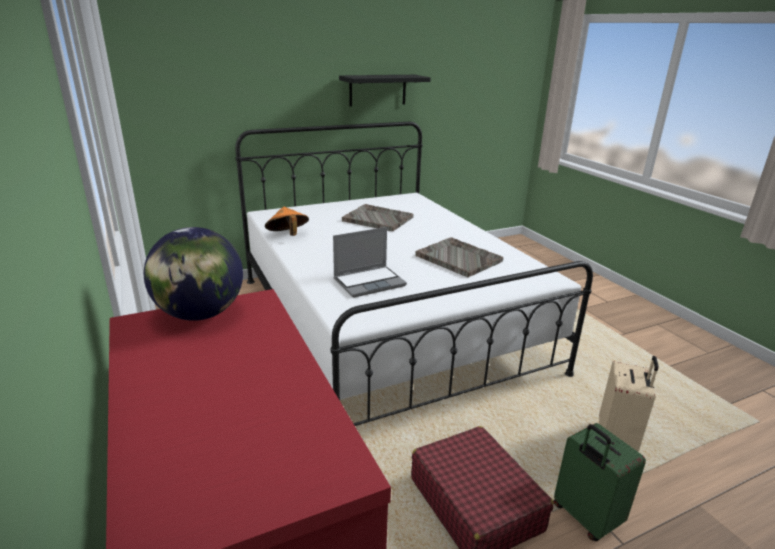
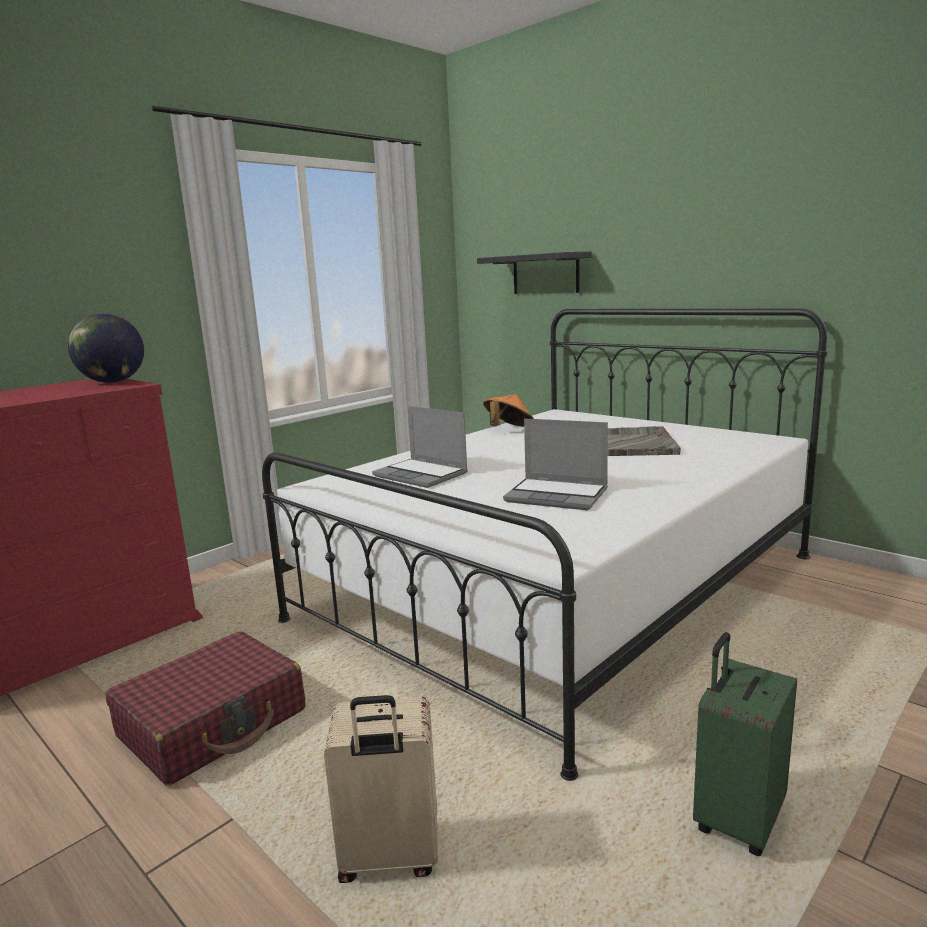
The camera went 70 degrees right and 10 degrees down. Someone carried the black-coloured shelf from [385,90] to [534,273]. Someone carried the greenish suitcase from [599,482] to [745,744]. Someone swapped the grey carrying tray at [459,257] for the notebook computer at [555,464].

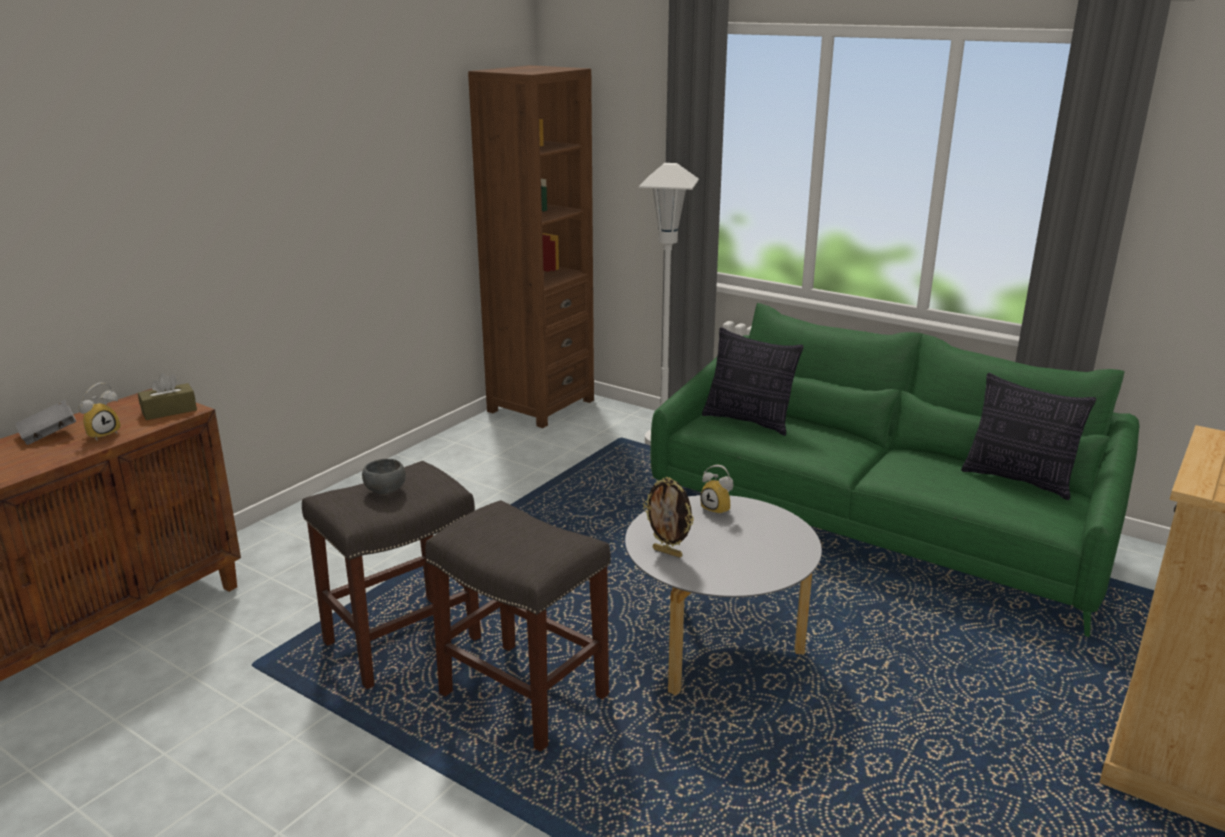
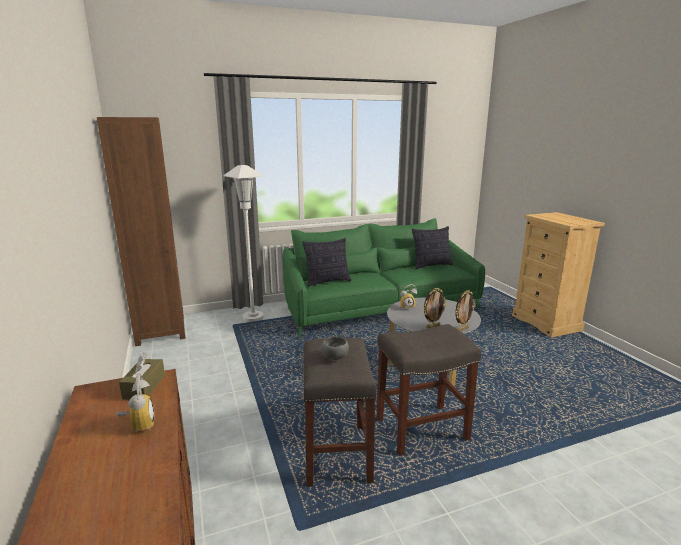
The camera went 55 degrees left and 5 degrees down. Someone took away the grey bound book at [46,422]. Someone put down the picture frame at [465,310].

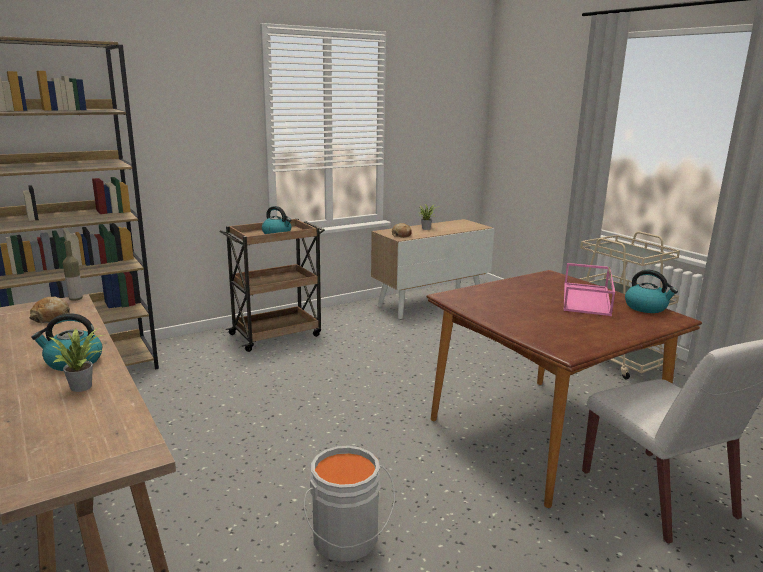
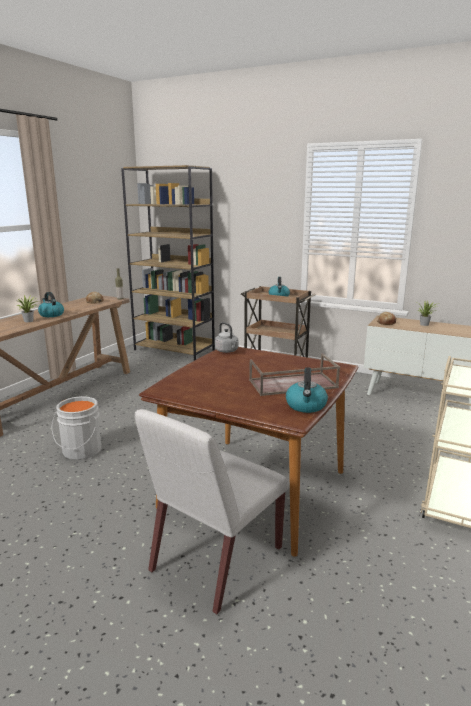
The camera went 60 degrees right and 0 degrees up. Someone put down the grey water kettle at [226,337]. Someone repainted the pink carrying tray at [589,289], which became the brown-coloured carrying tray at [294,375].

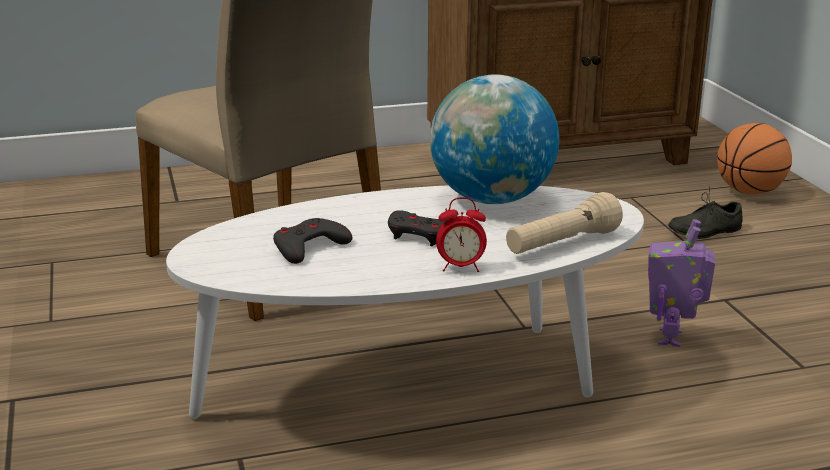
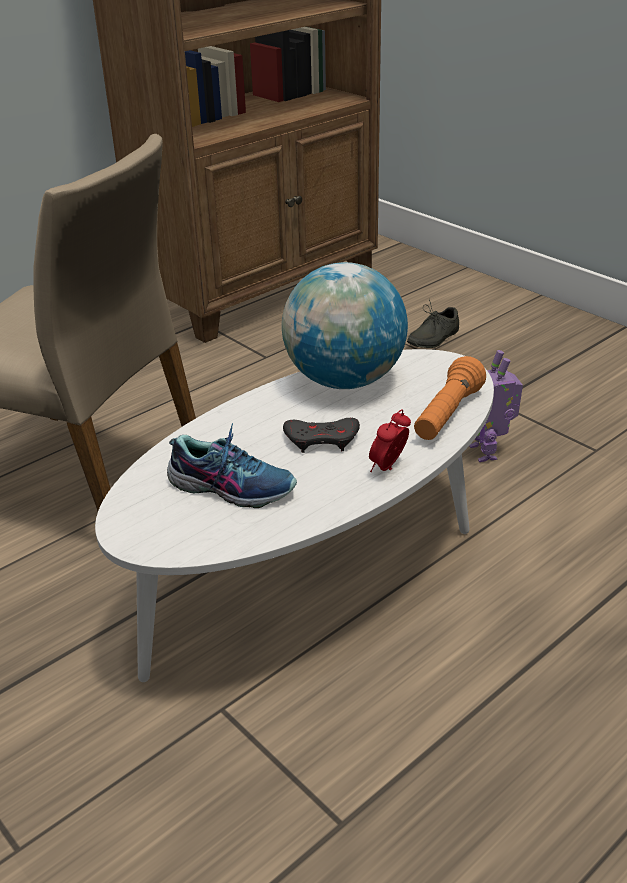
The camera went 25 degrees left and 10 degrees up. Someone took away the basketball ball at [754,158]. Someone swapped the grey joypad at [312,241] for the low shoe at [232,465]. Someone repainted the sand-coloured flashlight at [564,223], which became the orange flashlight at [450,398]. Someone rotated the table clock at [461,234] by 150 degrees clockwise.

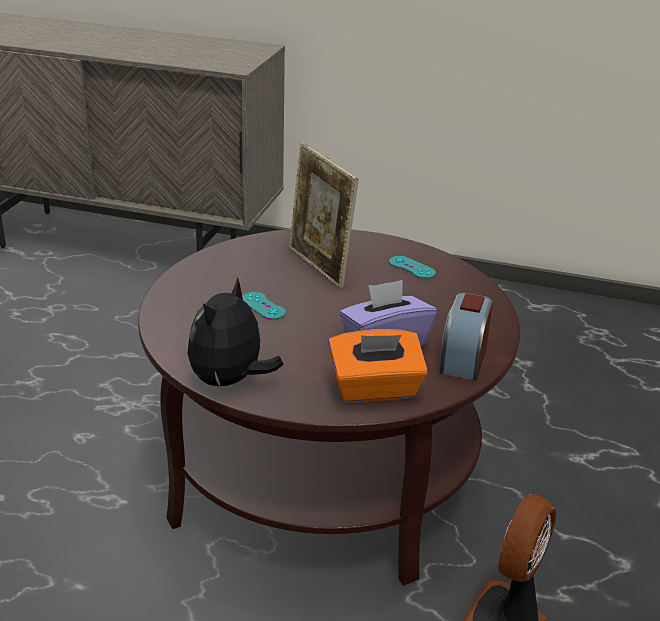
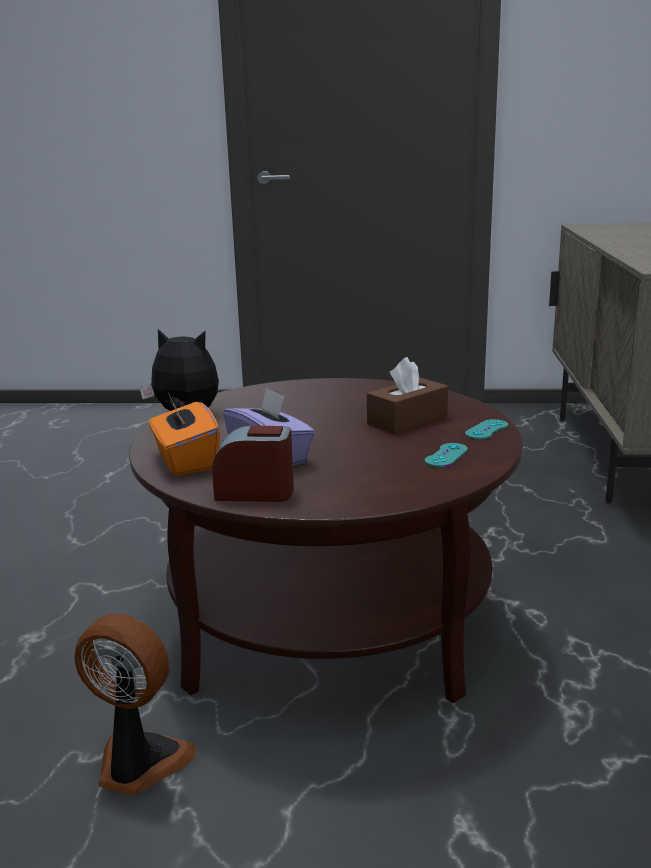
The camera went 80 degrees right and 10 degrees down. Someone carried the blue-green joypad from [264,306] to [486,429]. Someone swapped the picture frame at [324,216] for the brown-coloured box of tissues at [407,395].

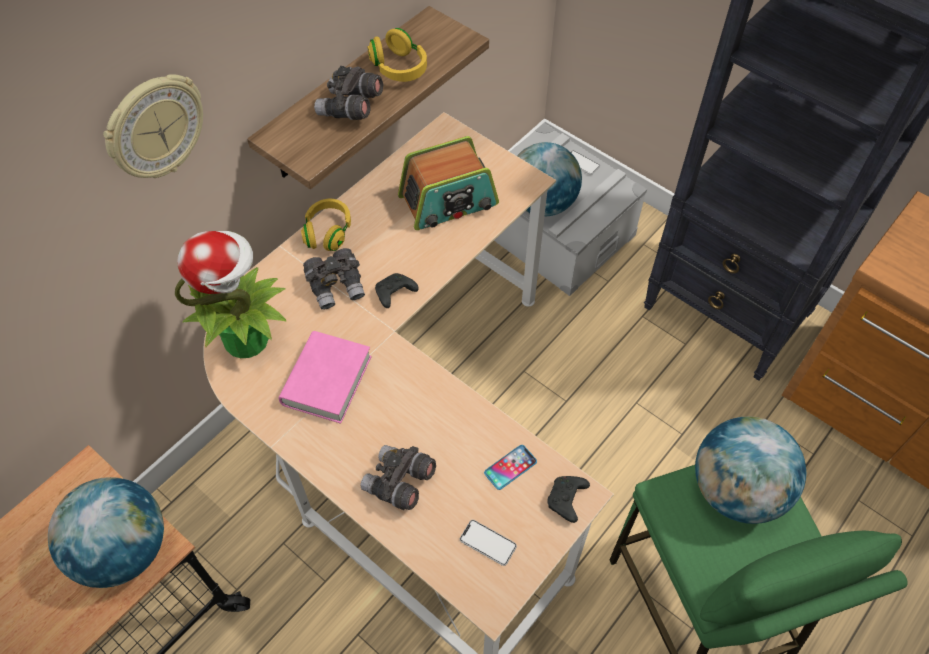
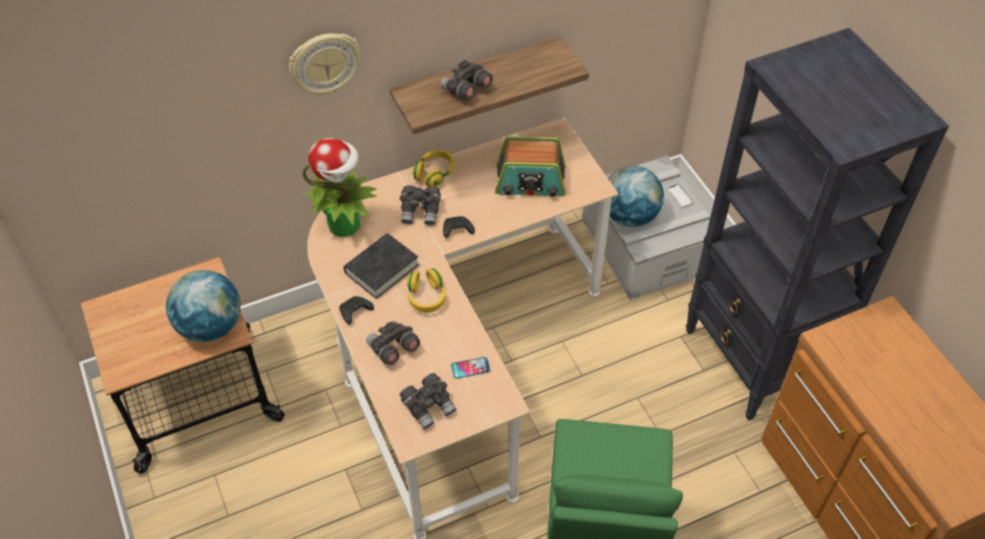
The camera went 25 degrees right and 5 degrees down. Someone took away the globe at [751,470]. Someone carried the yellowish headphones from [397,55] to [426,291]. Someone carried the black-coloured joypad from [568,499] to [356,310]. Someone swapped the phone at [488,543] for the grey binoculars at [428,401]. Someone repainted the pink bound book at [325,377], which became the black-coloured bound book at [381,266].

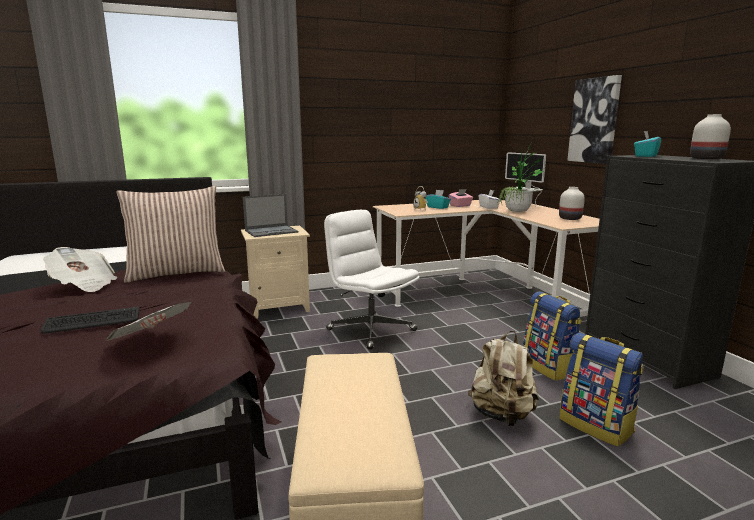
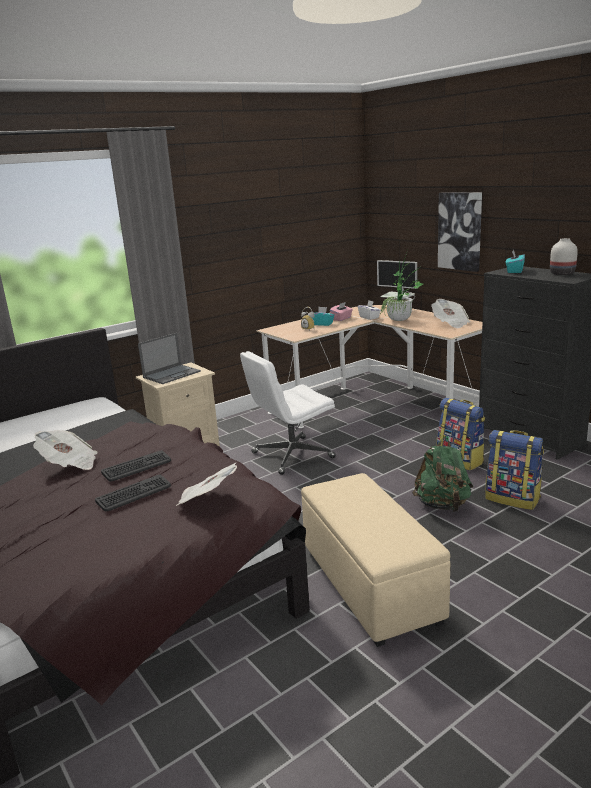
The camera went 15 degrees left and 5 degrees up. Someone took away the pillow at [170,234]. Someone put down the PC keyboard at [136,465]. Someone swapped the whitish vase at [572,203] for the daily paper at [451,314]. Someone repainted the sand-coloured knapsack at [503,378], which became the greenish knapsack at [442,474]. Someone rotated the whitish desk chair at [372,279] by 60 degrees counterclockwise.

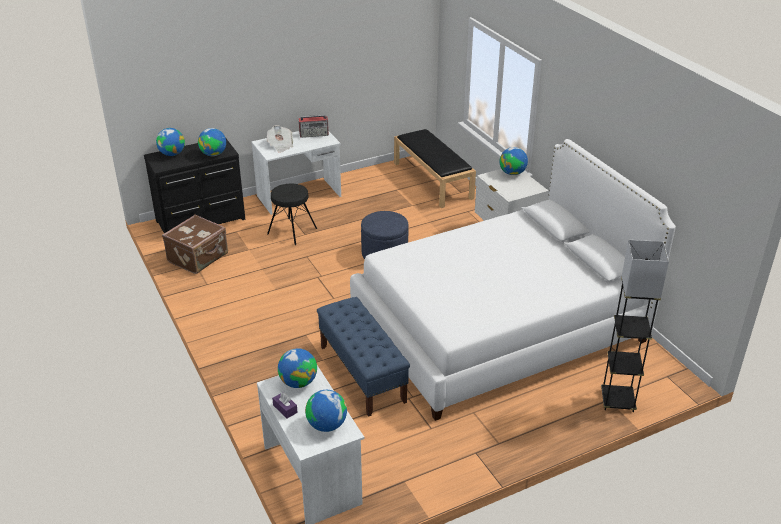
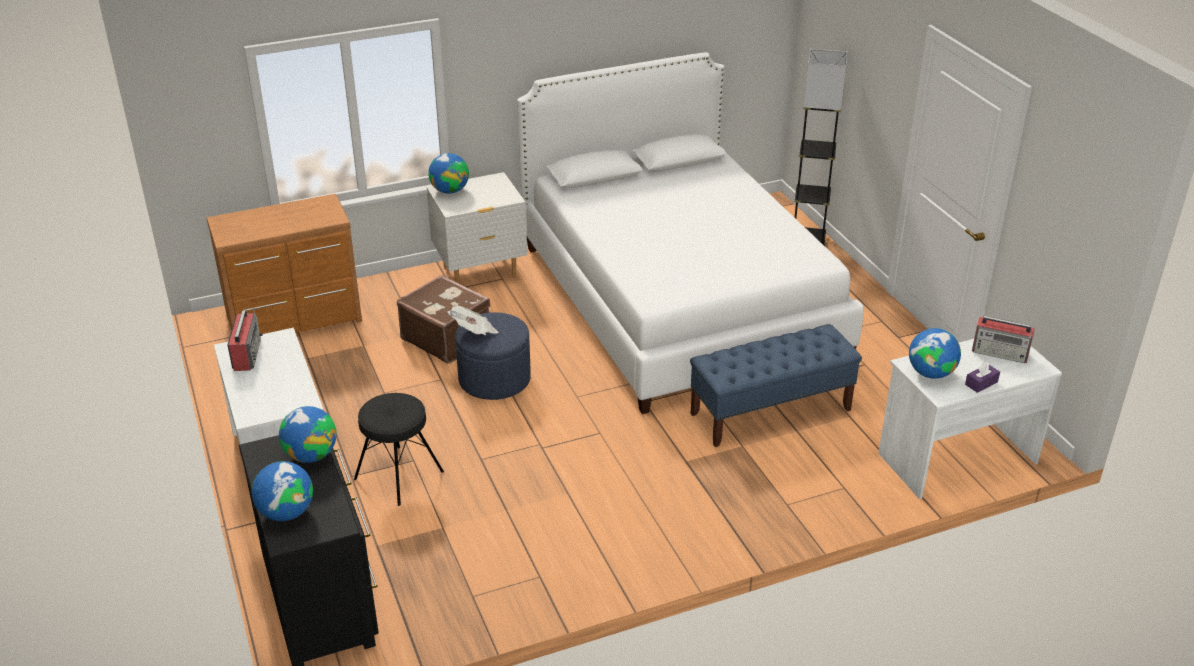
The camera went 85 degrees left and 0 degrees up. Someone carried the brown-coloured suitcase from [195,244] to [443,319]. Someone carried the daily paper from [280,139] to [473,320]. Someone swapped the globe at [326,411] for the radio receiver at [1003,339]. Someone swapped the black-coloured long seat at [435,168] for the brown-coloured drawer chest at [284,264].

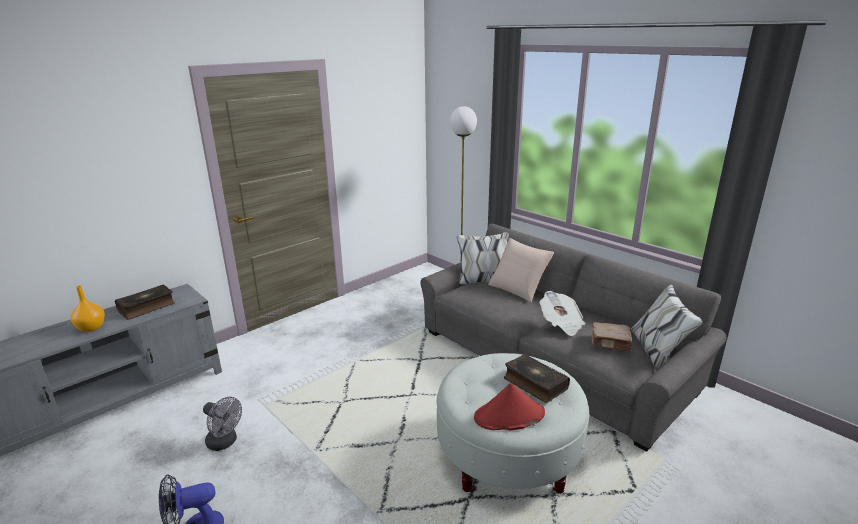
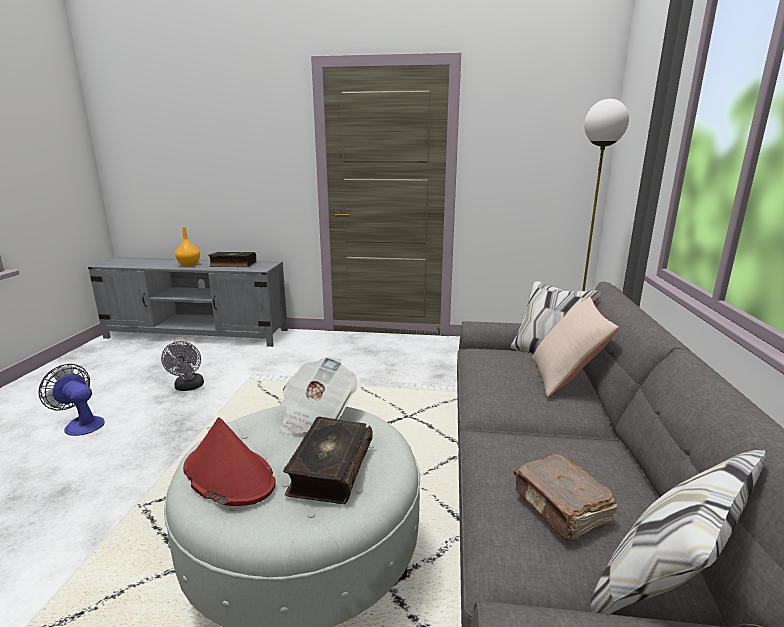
The camera went 50 degrees right and 5 degrees down. Someone carried the daily paper from [563,313] to [318,395].

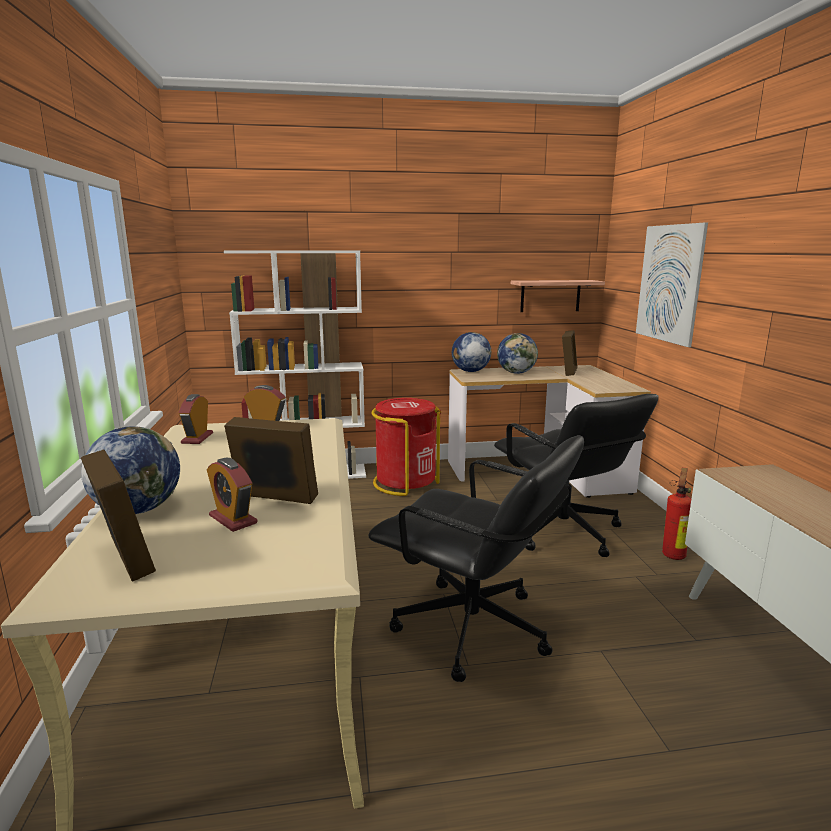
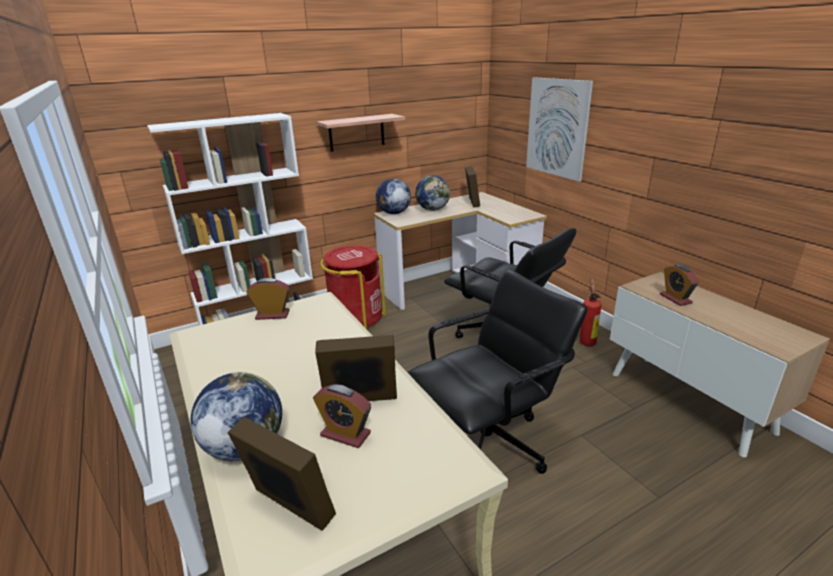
The camera went 20 degrees left and 10 degrees up. Someone carried the table clock from [196,419] to [679,285]. Someone carried the shelf from [558,296] to [361,133]. Someone rotated the black-coloured desk chair at [476,558] by 45 degrees counterclockwise.

